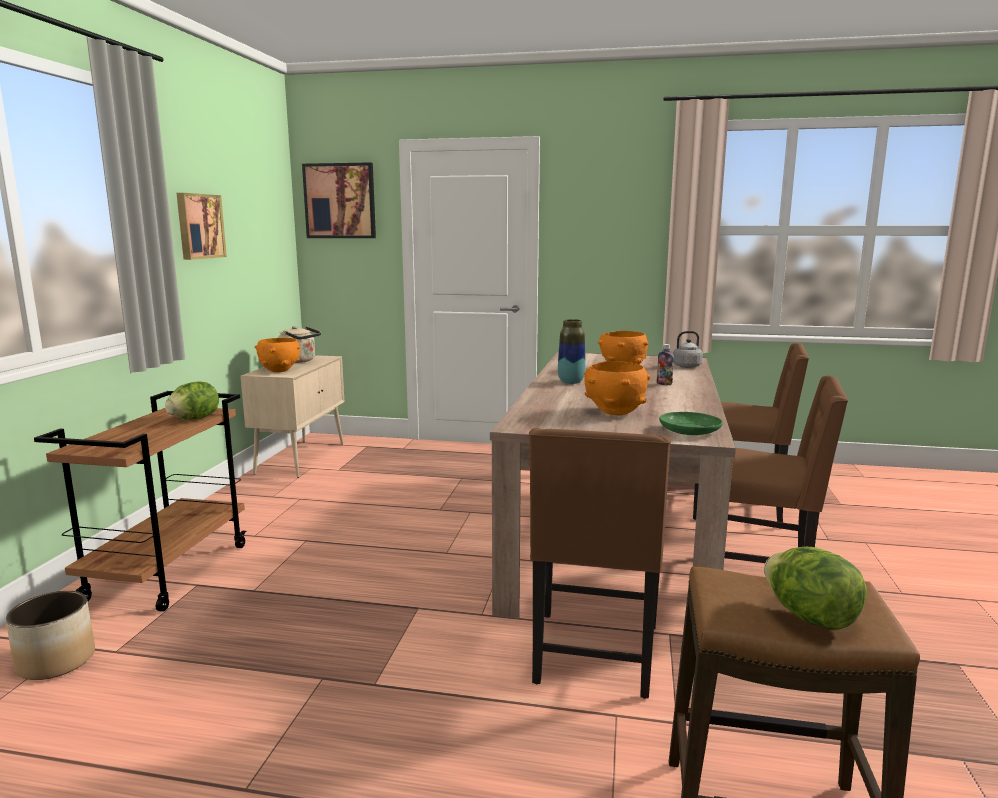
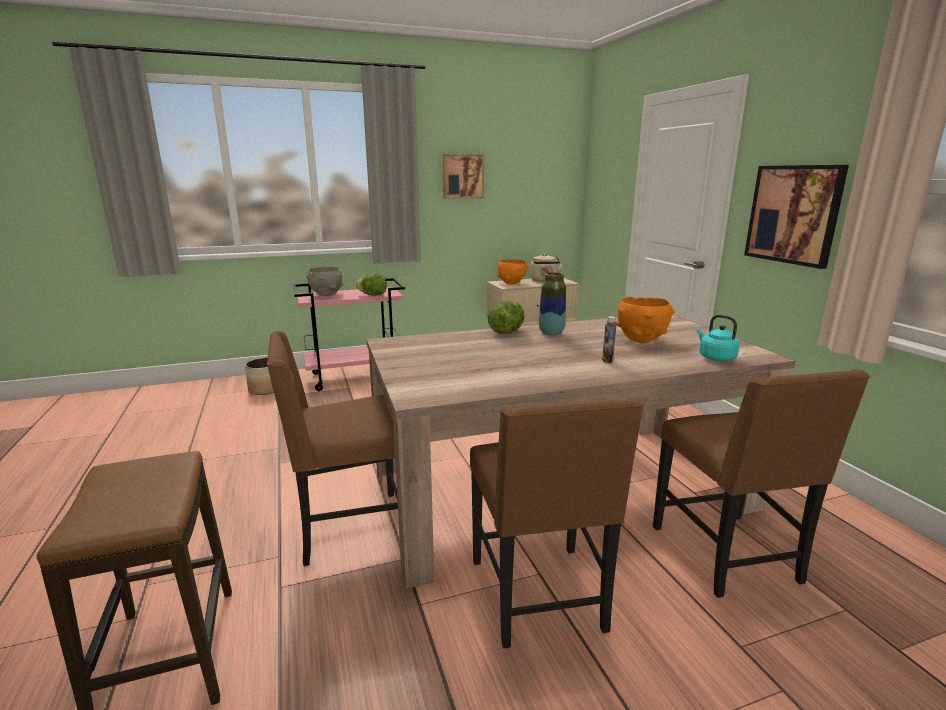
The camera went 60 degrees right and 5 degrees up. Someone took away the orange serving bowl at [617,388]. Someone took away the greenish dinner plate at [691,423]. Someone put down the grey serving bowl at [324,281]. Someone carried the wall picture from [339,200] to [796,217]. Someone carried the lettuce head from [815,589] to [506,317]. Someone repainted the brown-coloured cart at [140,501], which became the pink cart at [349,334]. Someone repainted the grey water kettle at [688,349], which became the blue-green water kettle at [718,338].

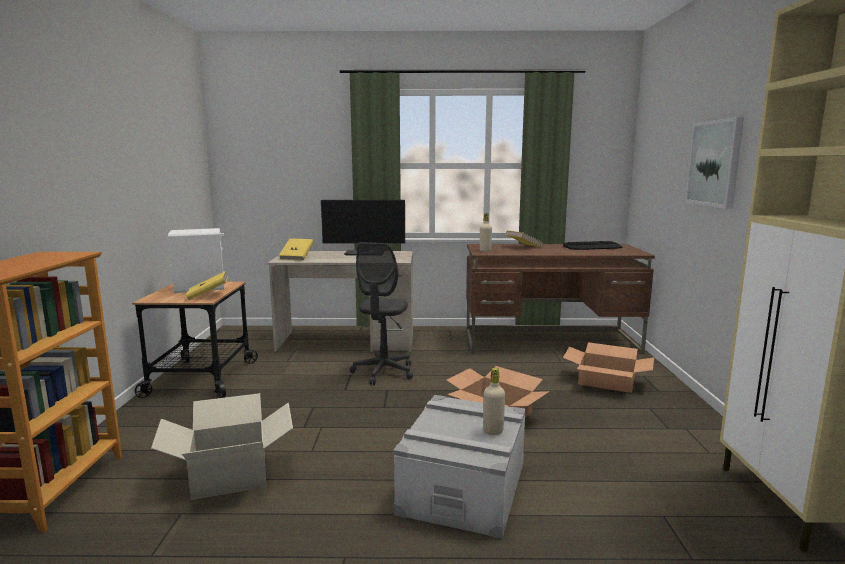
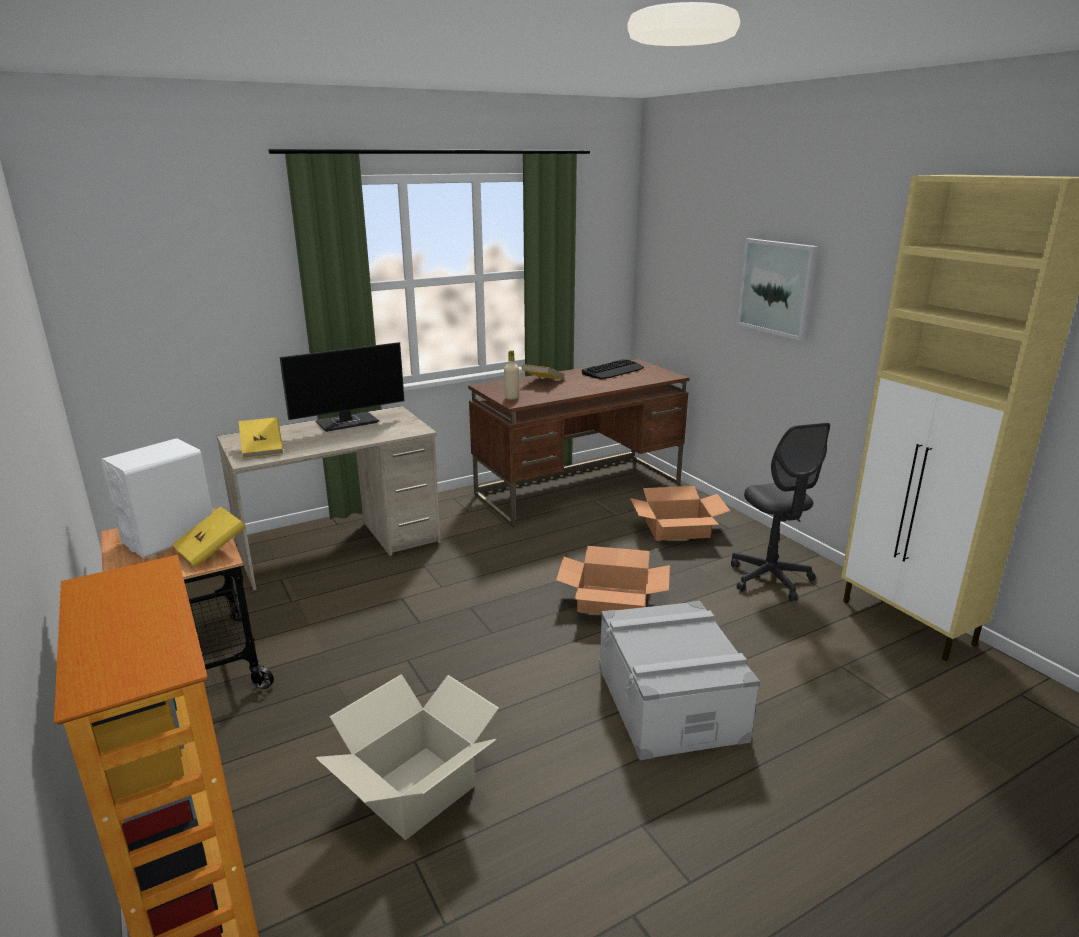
The camera went 30 degrees left and 10 degrees up. Someone took away the sand-coloured bottle at [494,401]. Someone carried the grey desk chair from [381,313] to [780,512].

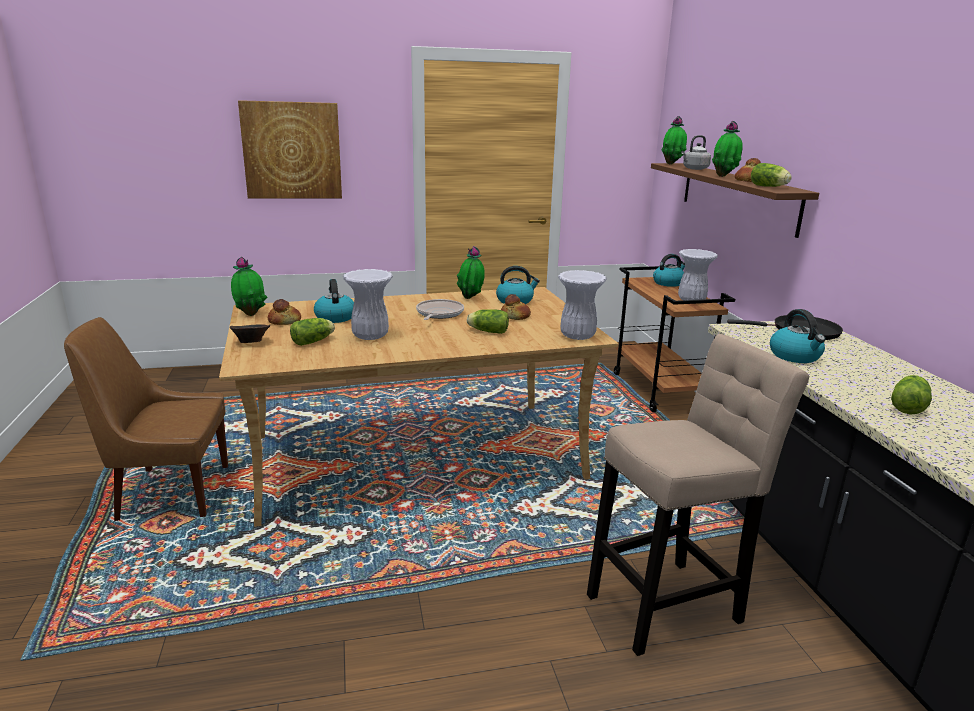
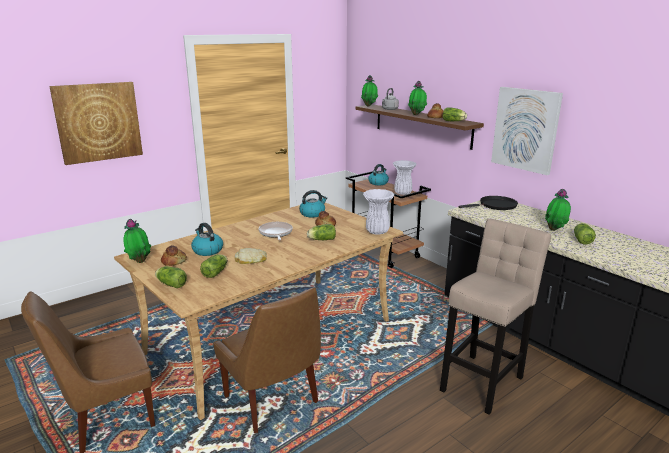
The camera went 25 degrees left and 0 degrees up. Someone took away the water kettle at [797,336]. Someone put down the brown-coloured upright chair at [267,360]. Someone put up the wall picture at [527,131]. Someone carried the houseplant from [471,272] to [558,210]. Someone swapped the brown-coloured serving bowl at [250,333] for the lettuce head at [171,277]. Someone swapped the whitish vase at [368,304] for the baked bread at [251,256].

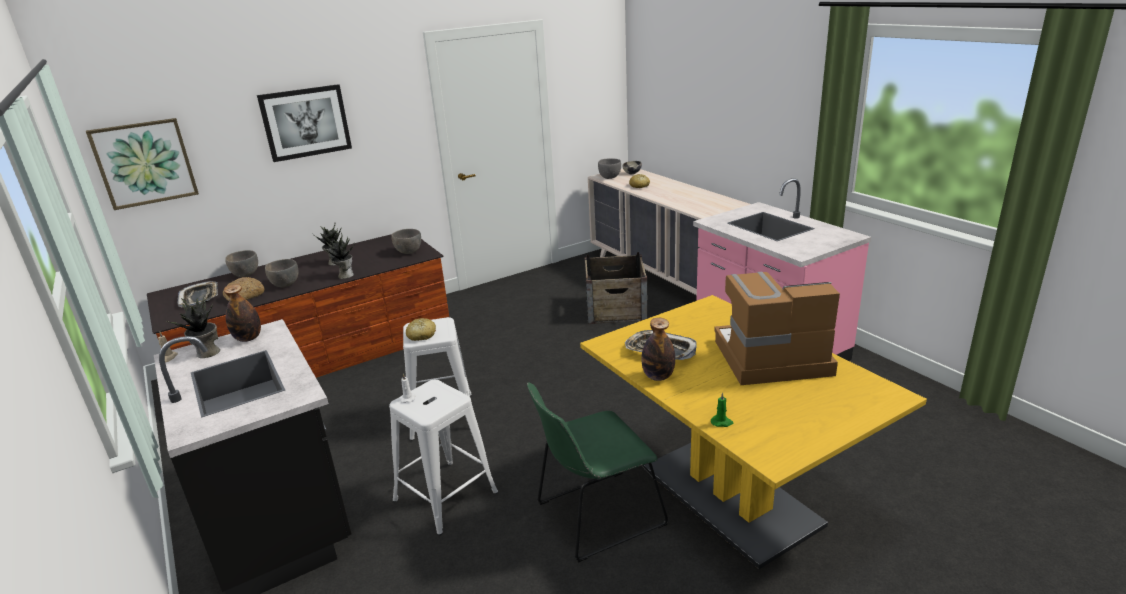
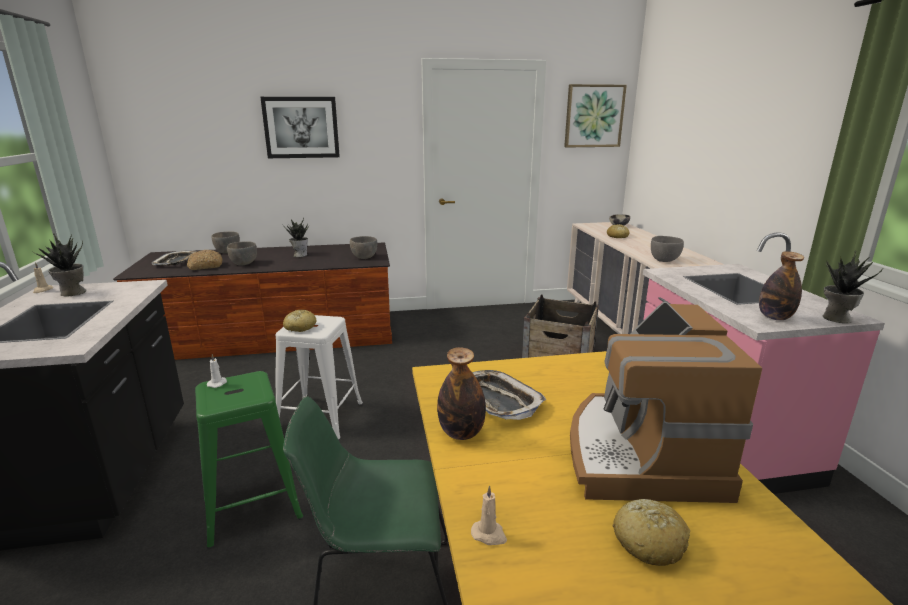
The camera went 20 degrees right and 5 degrees down. Someone put down the baked bread at [651,532]. Someone carried the wall picture from [142,164] to [595,116]. Someone carried the bottle from [242,313] to [781,285]. Someone carried the houseplant from [340,255] to [853,287]. Someone carried the grey serving bowl from [609,168] to [667,249]. Someone repainted the whitish sitting stool at [443,458], which became the greenish sitting stool at [249,460]. Someone repainted the greenish wax light at [722,409], which became the sand-coloured wax light at [489,515]. Someone rotated the coffee machine at [777,328] by 105 degrees counterclockwise.

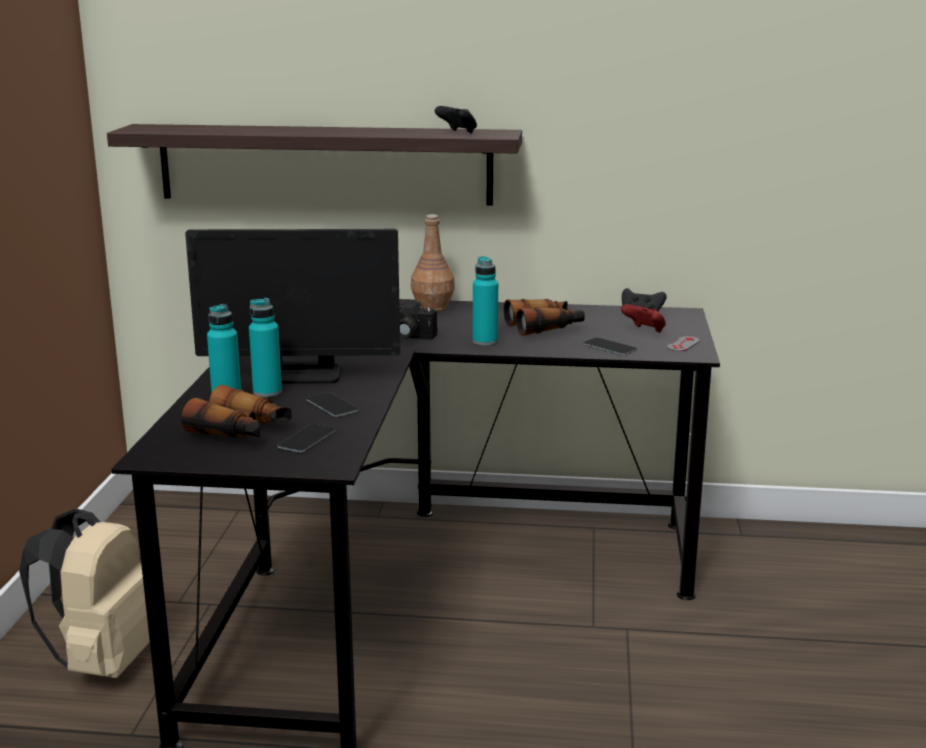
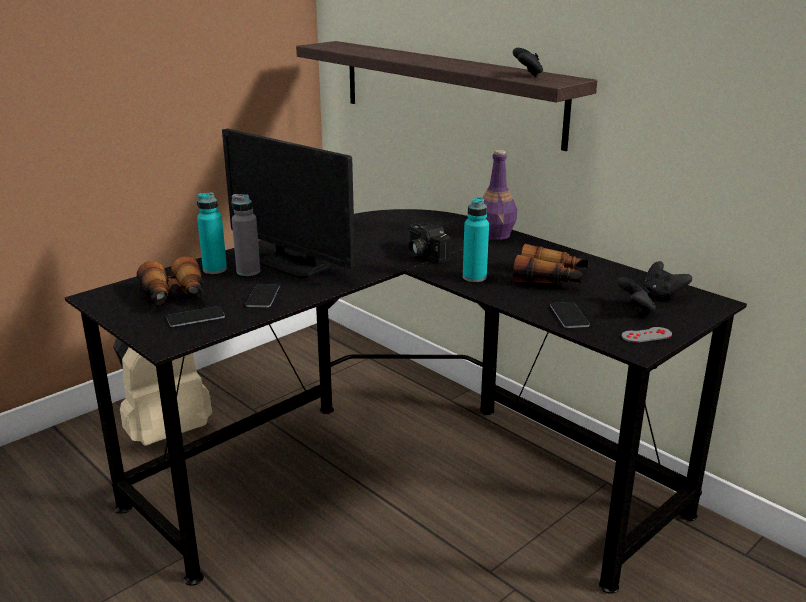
The camera went 40 degrees right and 5 degrees up. Someone repainted the blue-green bottle at [265,347], which became the grey bottle at [246,235]. Someone repainted the brown-coloured bottle at [433,263], which became the purplish bottle at [499,195]. Someone repainted the reddish joypad at [643,318], which became the black-coloured joypad at [636,296].

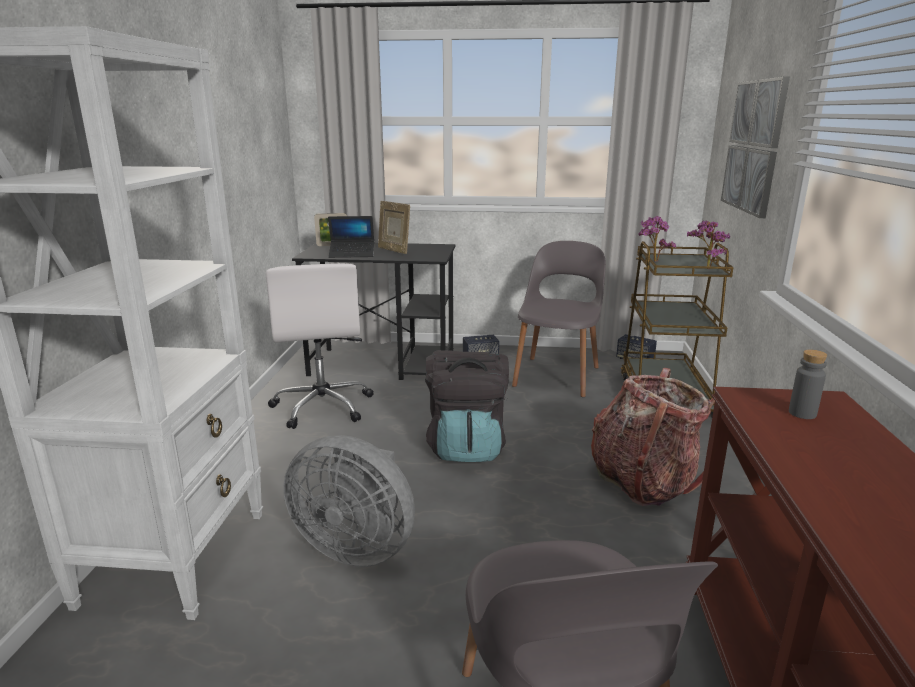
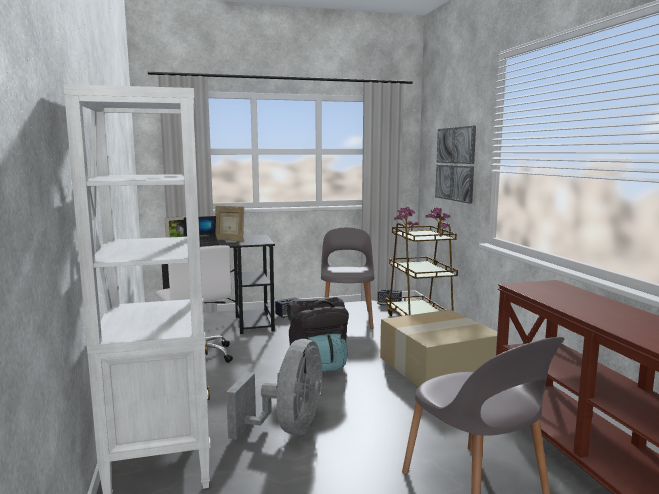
The camera went 20 degrees left and 10 degrees down. Someone took away the grey bottle at [808,384]. Someone swapped the knapsack at [653,437] for the cardboard box at [438,348]. Someone rotated the grey fan at [349,501] by 75 degrees counterclockwise.

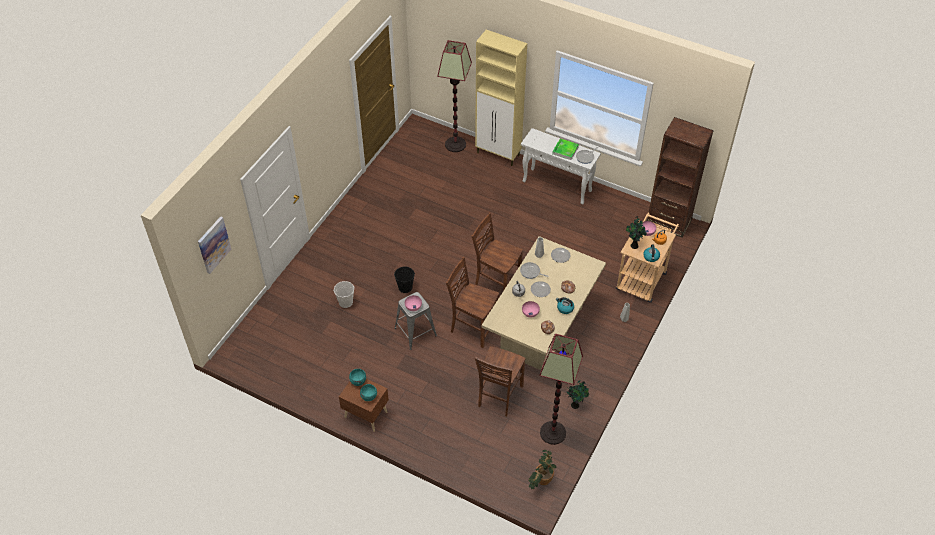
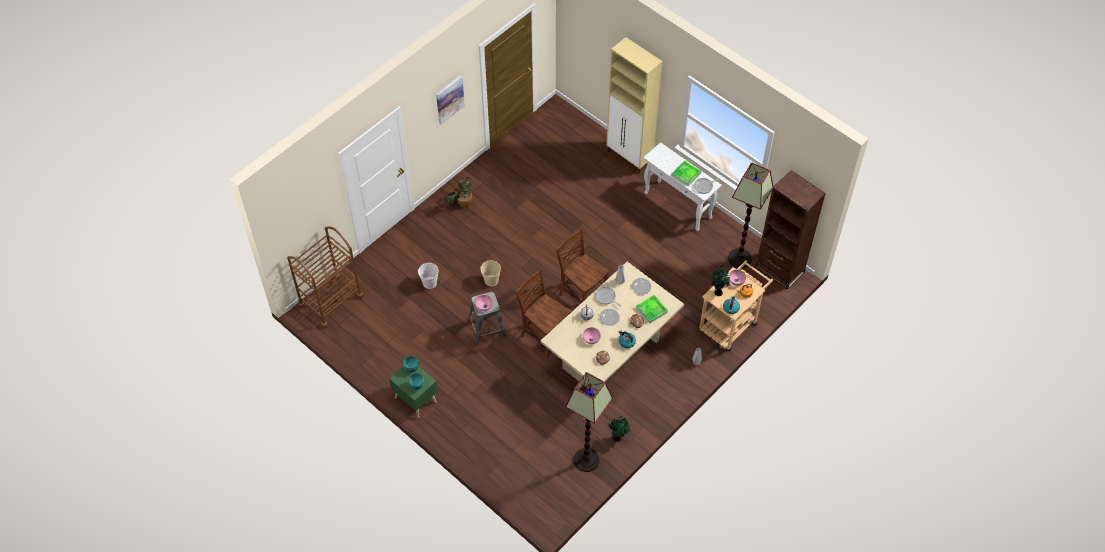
The camera went 15 degrees right and 5 degrees up. Someone took away the brown-coloured upright chair at [500,381]. Someone put down the brown-coloured cart at [325,278]. Someone put down the carrying tray at [652,309]. Someone carried the wall picture from [214,245] to [450,100]. Someone carried the standard lamp from [454,96] to [750,215]. Someone carried the houseplant from [542,470] to [459,192]. Someone repainted the brown-coloured night table at [364,405], which became the greenish night table at [413,392]. Someone repainted the black-coloured pail at [404,279], which became the sand-coloured pail at [490,273].

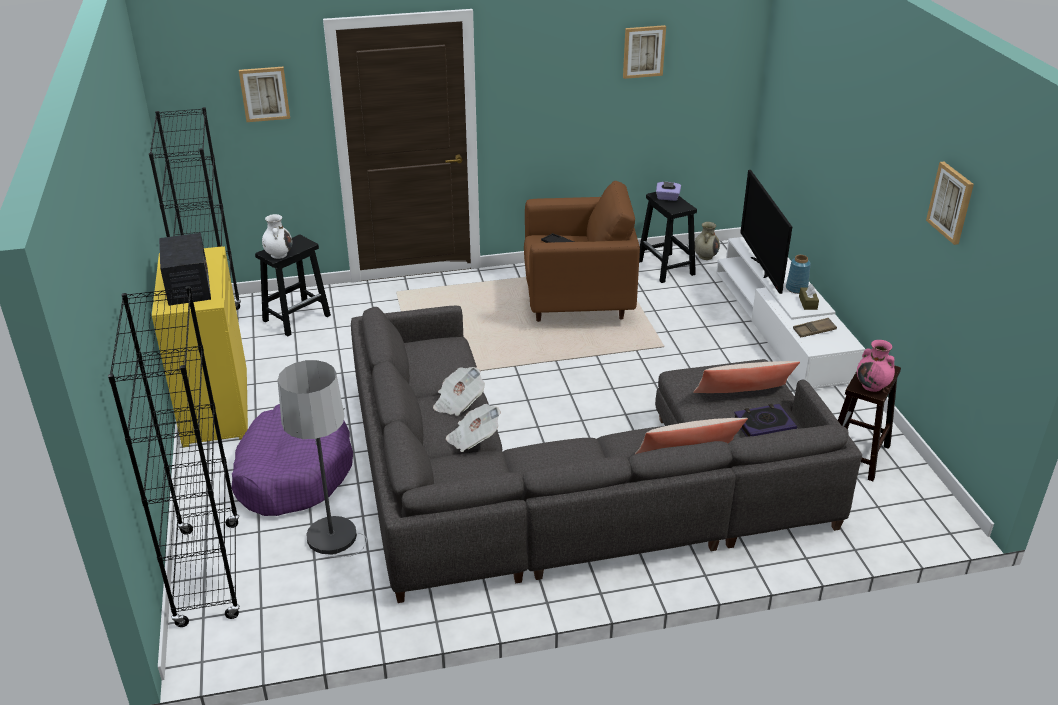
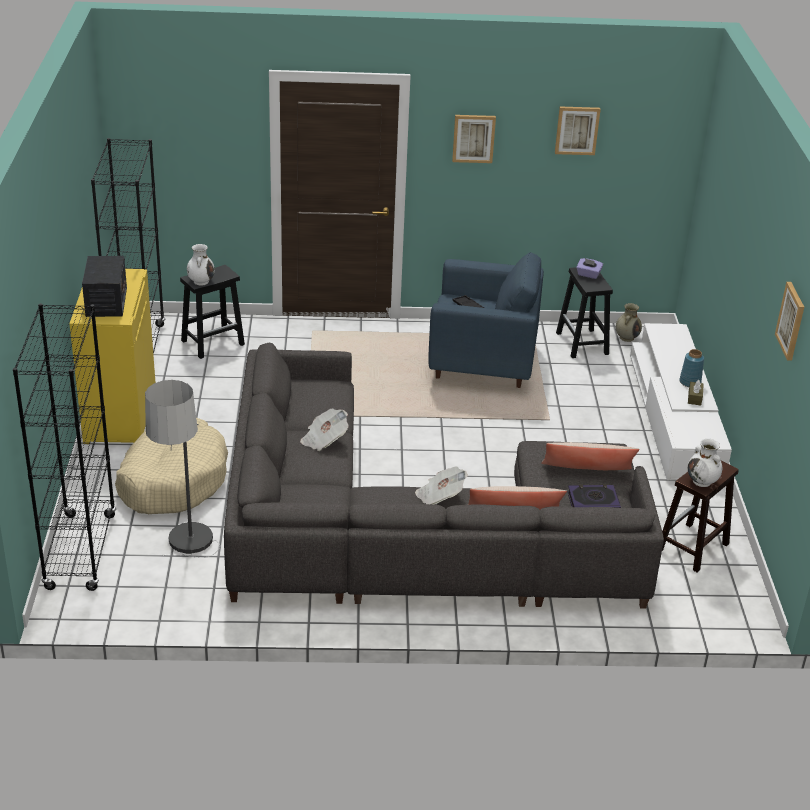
The camera went 10 degrees right and 0 degrees up. Someone took away the TV at [766,232]. Someone took away the brown-coloured carrying tray at [815,327]. Someone carried the wall picture from [264,94] to [474,139]. Someone carried the daily paper from [473,428] to [441,485]. Someone repainted the purplish pet bed at [292,460], which became the sand-coloured pet bed at [171,466]. Someone repainted the brown-coloured easy chair at [582,251], which became the blue-coloured easy chair at [486,320]. Someone repainted the pink vase at [876,366], which became the whitish vase at [705,463].

